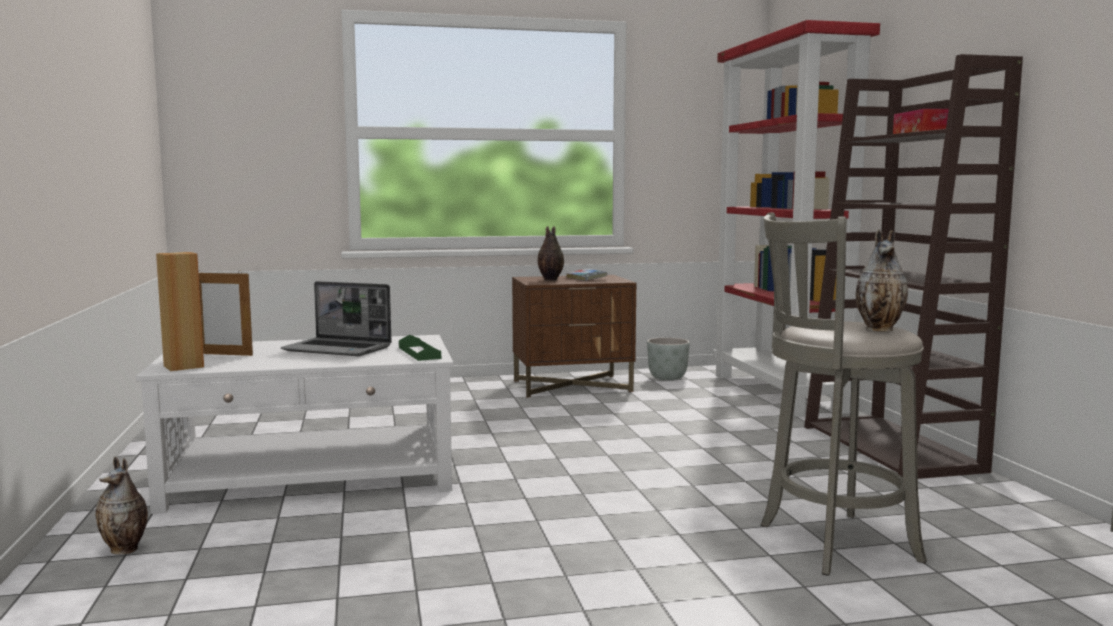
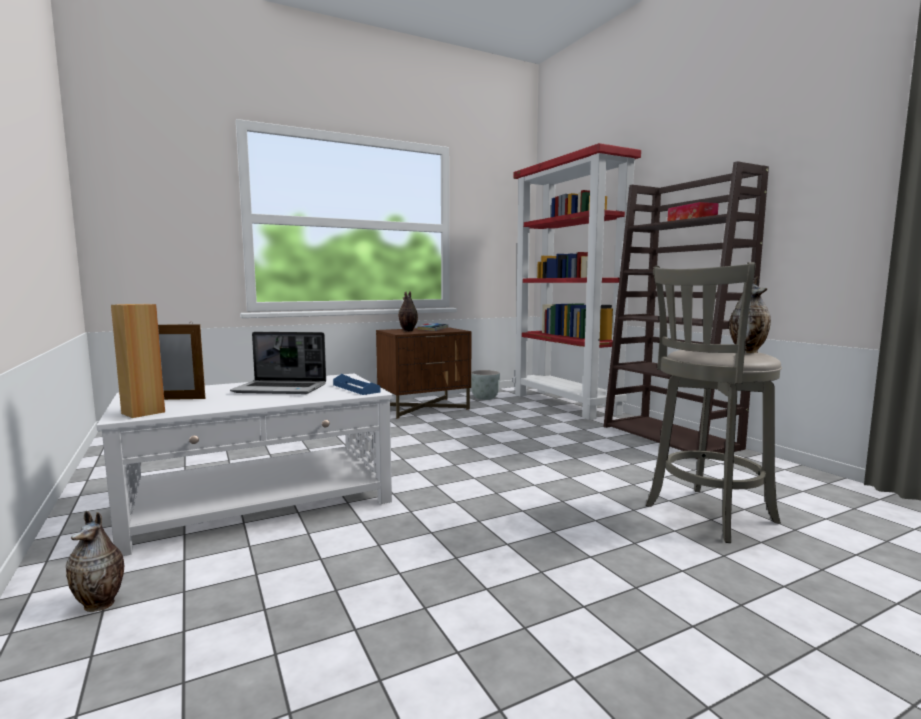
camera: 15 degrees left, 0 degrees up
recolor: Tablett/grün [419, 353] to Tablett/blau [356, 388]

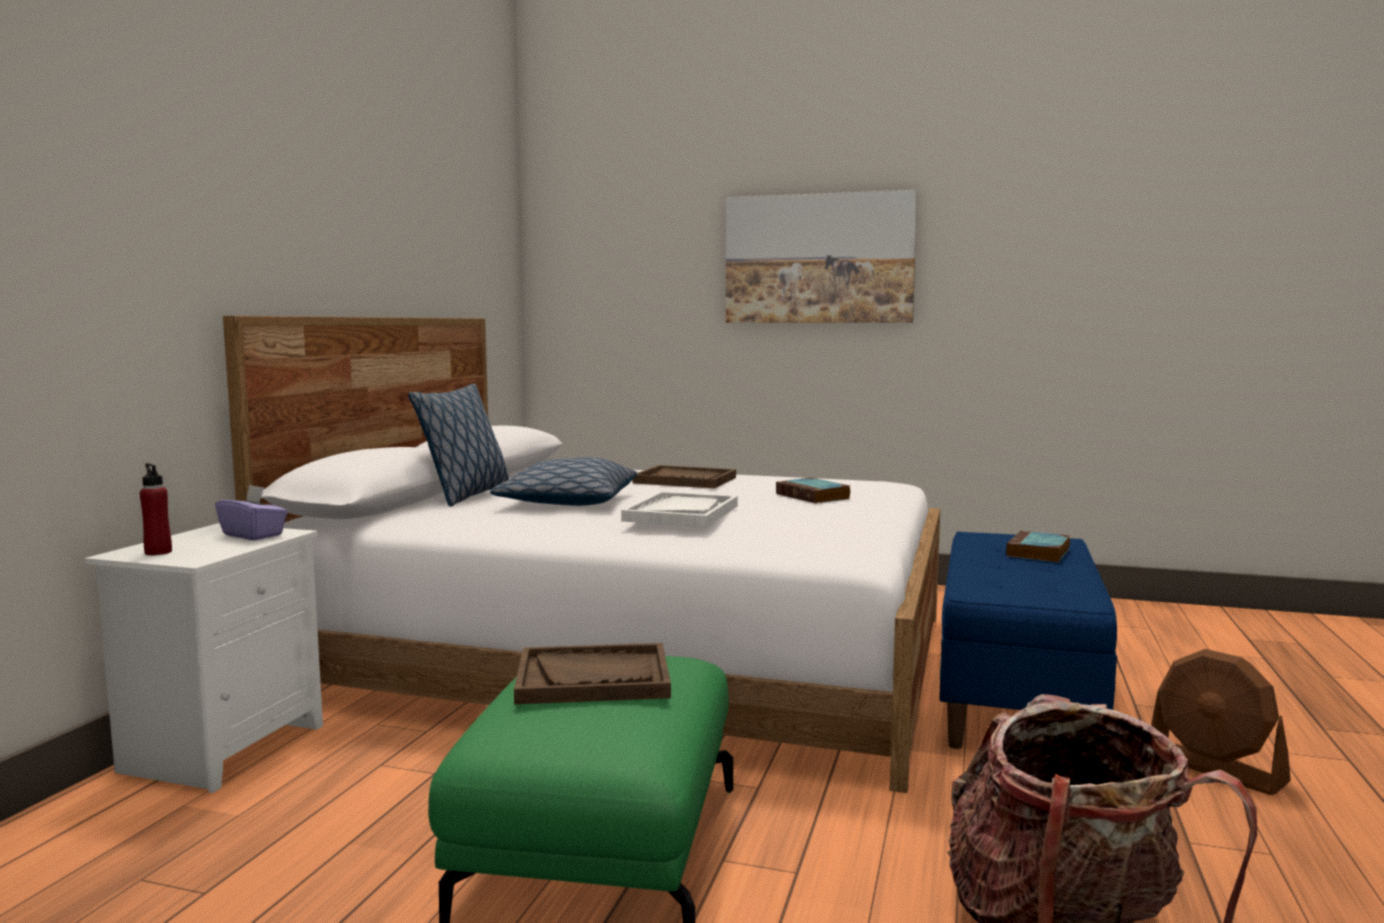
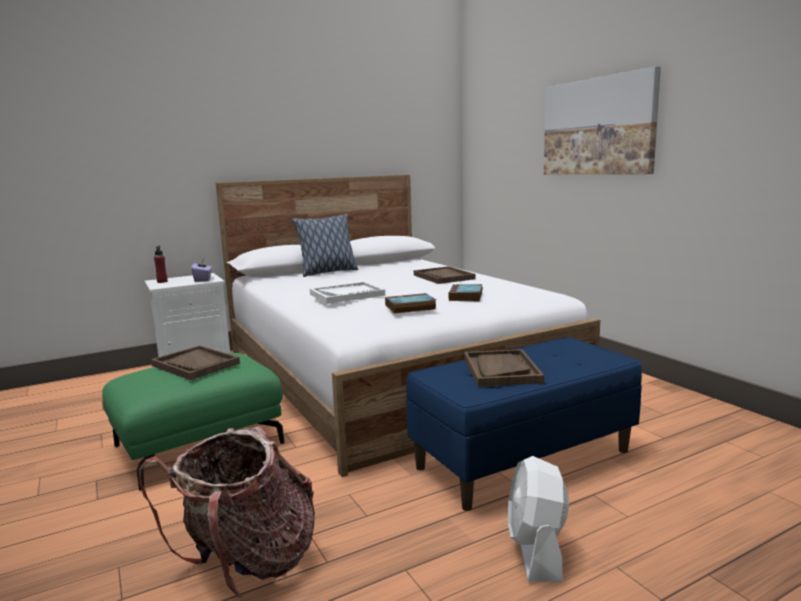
camera: 45 degrees right, 5 degrees up
delete: Kissen [567, 502]
insert: Tablett/braun [501, 370]
move: Buch [1038, 553] to [409, 307]
recolor: Ventilator/braun [1215, 768] to Ventilator/weiß [536, 550]

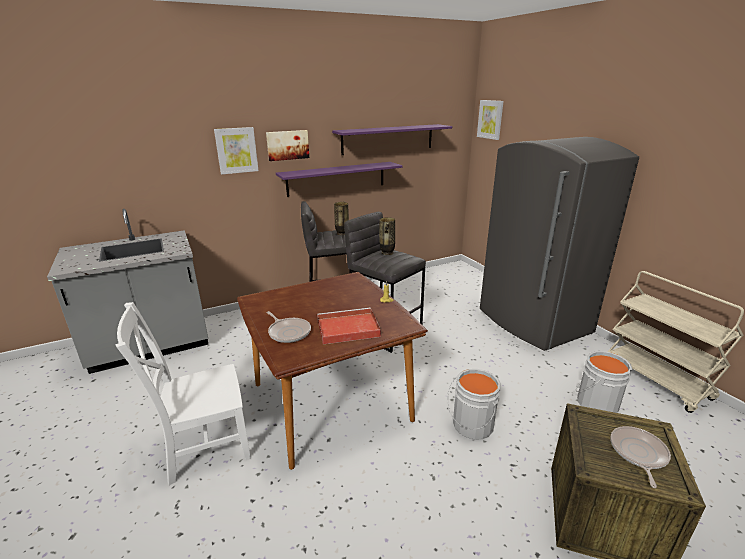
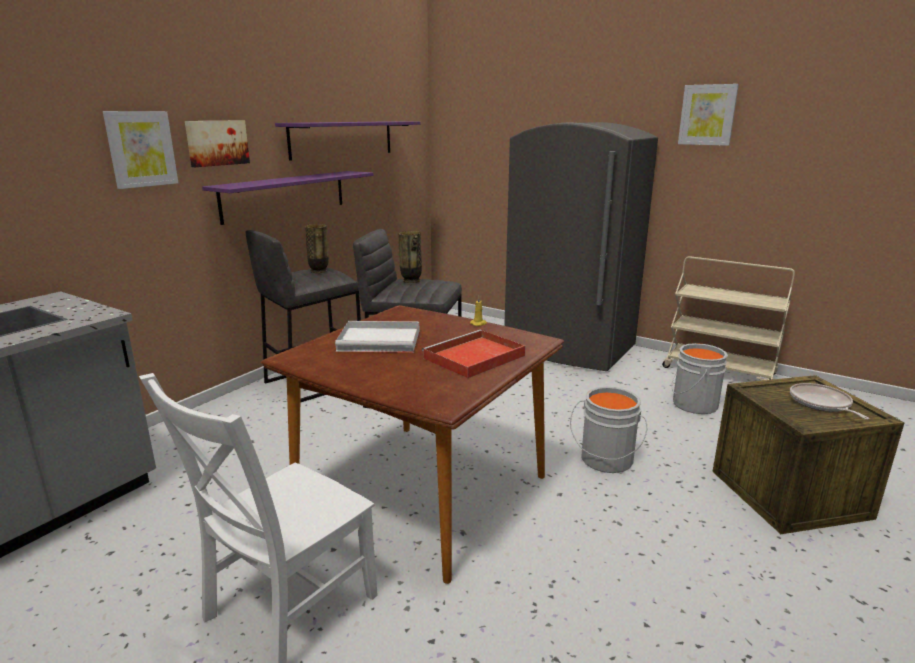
camera: 30 degrees left, 5 degrees down
delete: Pfanne [288, 332]
insert: Tablett/weiß [381, 340]
move: Bild [490, 119] to [707, 115]

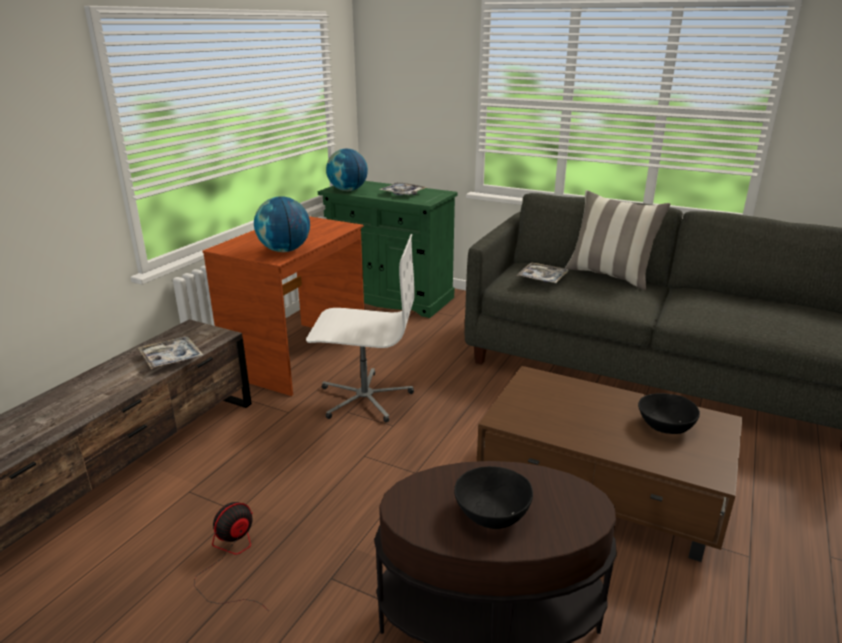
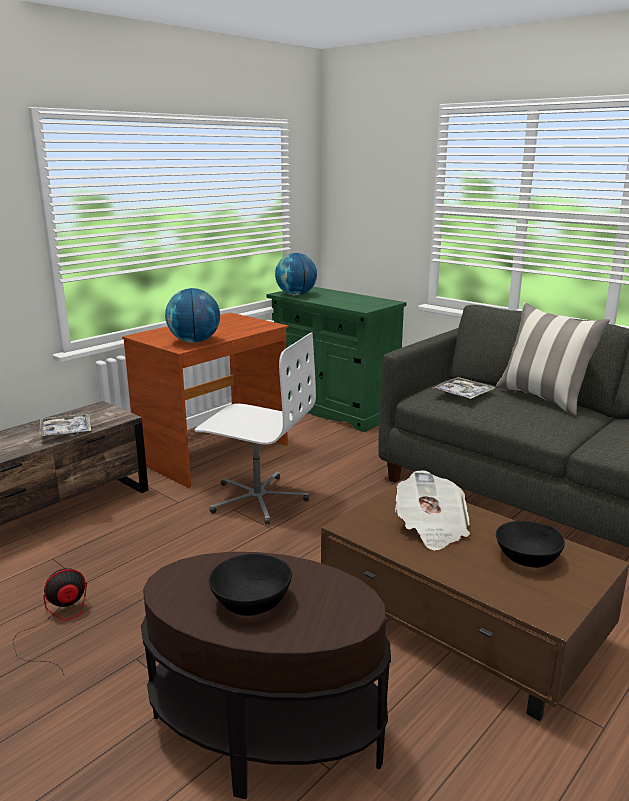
camera: 15 degrees right, 5 degrees down
delete: Tablett [403, 193]
insert: Zeitung [431, 528]

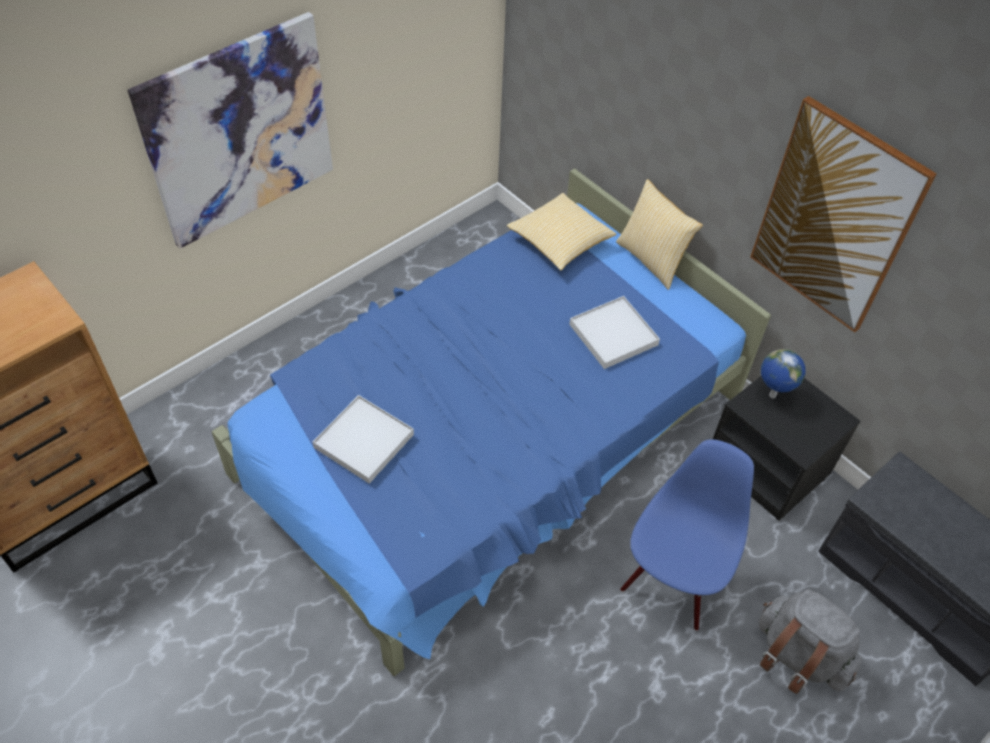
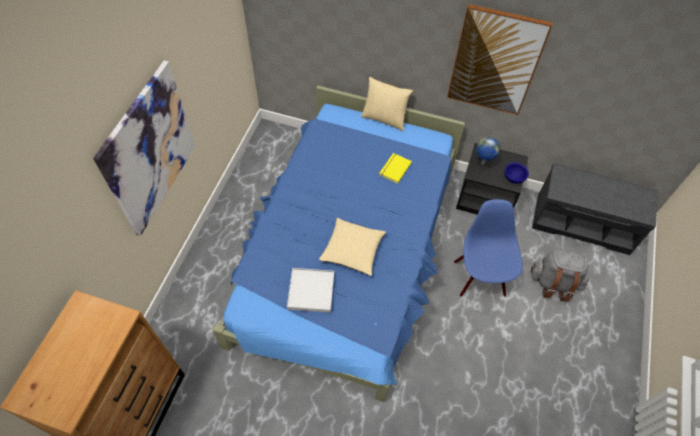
camera: 30 degrees left, 5 degrees up
insert: Schüssel/blau [513, 178]
move: Kissen [559, 241] to [352, 251]
replace: Tablett/weiß [613, 334] to Buch/gelb [394, 168]

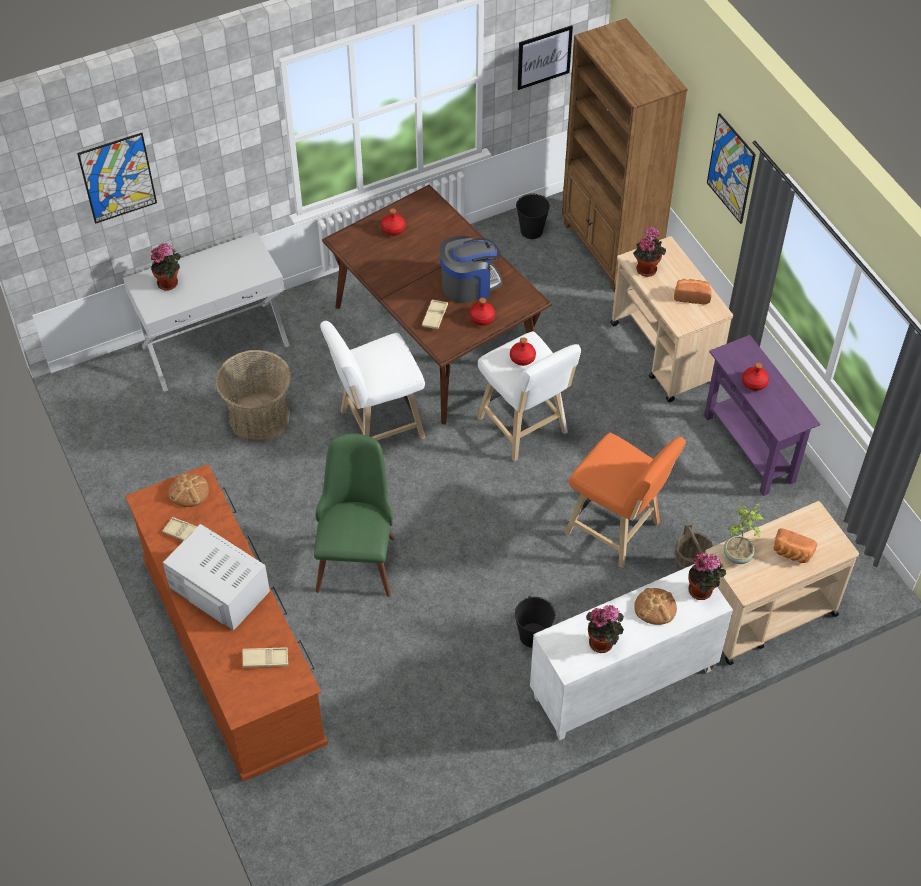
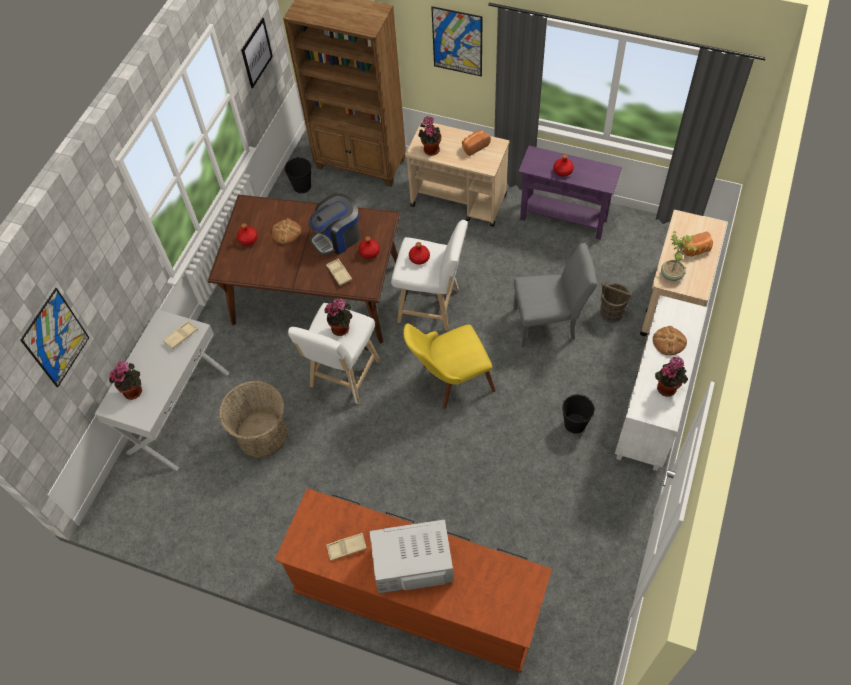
camera: 40 degrees left, 5 degrees up
delete: Stuhl/grün [357, 553]
insert: Stuhl/gelb [449, 381]
move: Tablett/beige [265, 659] to [181, 336]; Brot [188, 491] to [286, 232]; Topfpflanze [702, 591] to [342, 328]
replace: Hocker/orange [617, 531] to Stuhl/grau [549, 323]
rotate: Kaffeemaschine [469, 284] = [337, 237] 150 degrees counterclockwise

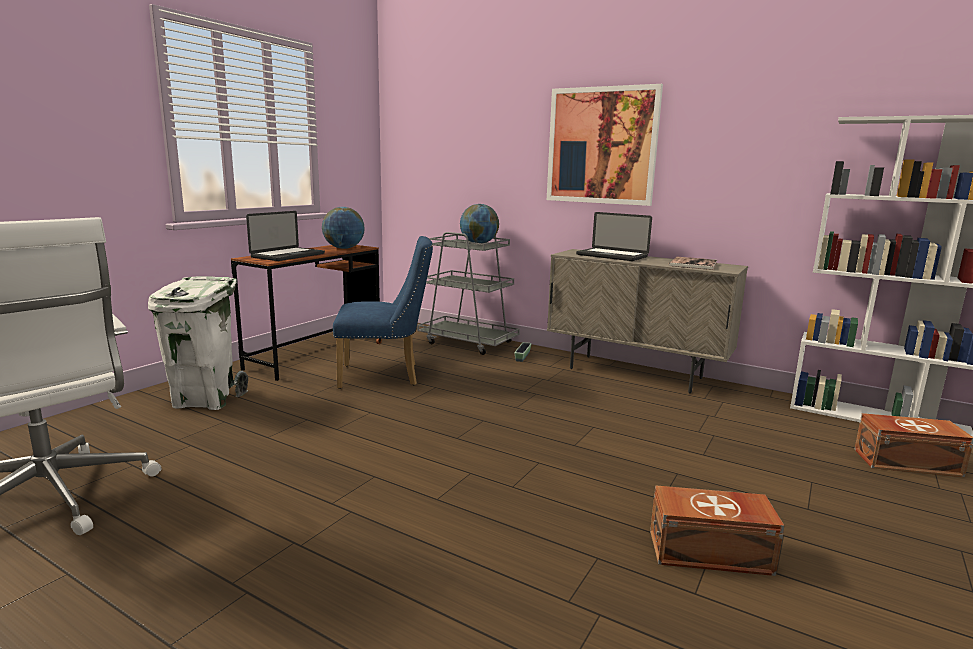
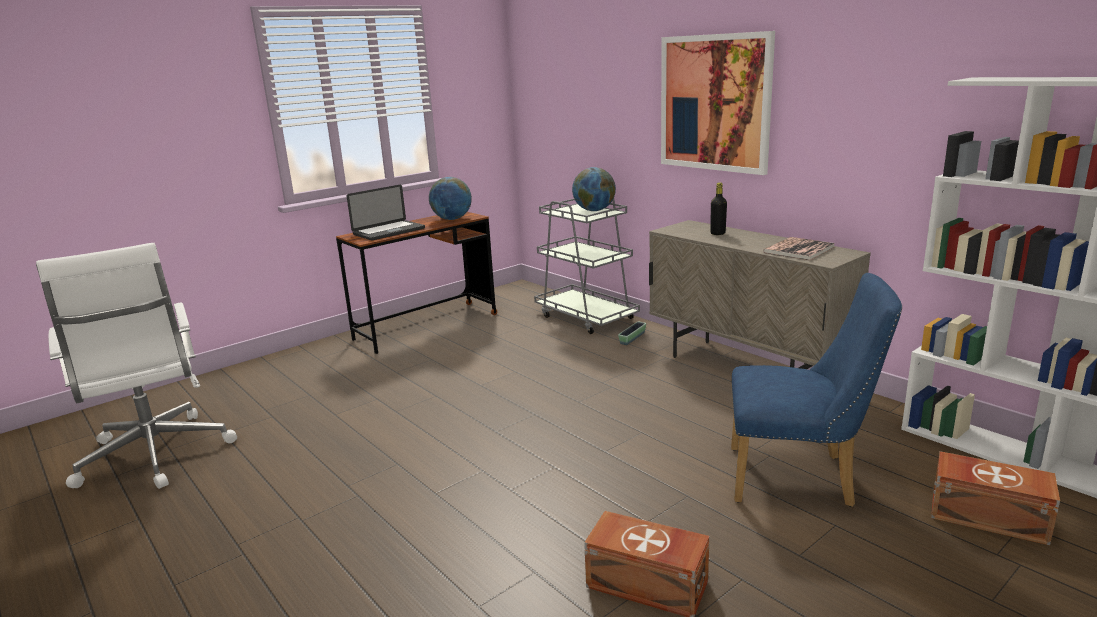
camera: 20 degrees right, 5 degrees up
delete: Mülleimer/weiß [206, 400]
move: Stuhl/blau [386, 376] to [799, 479]
replace: Laptop [611, 256] to Flasche/schwarz [717, 233]

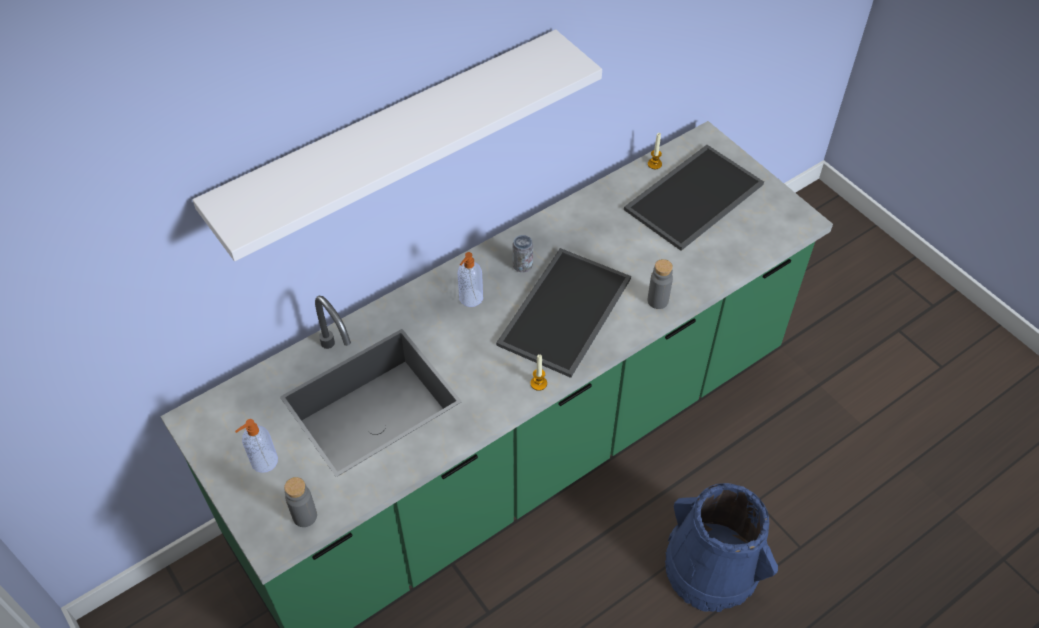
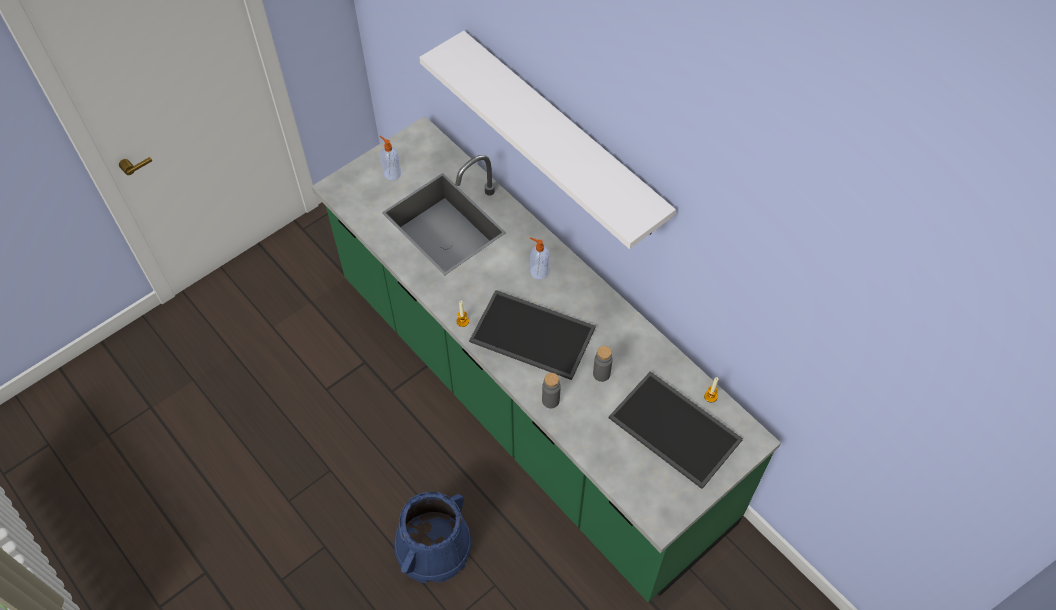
camera: 85 degrees right, 5 degrees up
delete: Dose [522, 265]
move: Flasche/grau [305, 516] to [601, 374]

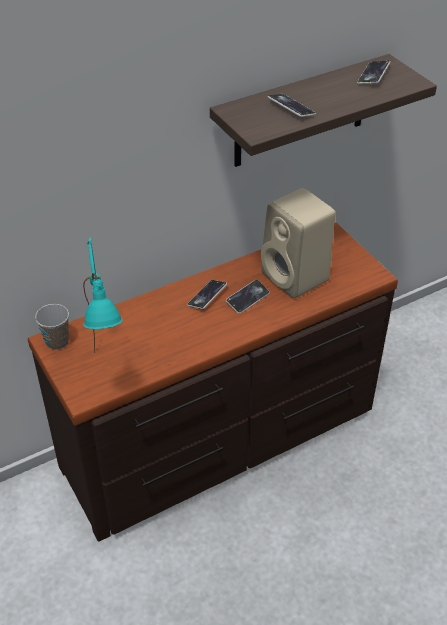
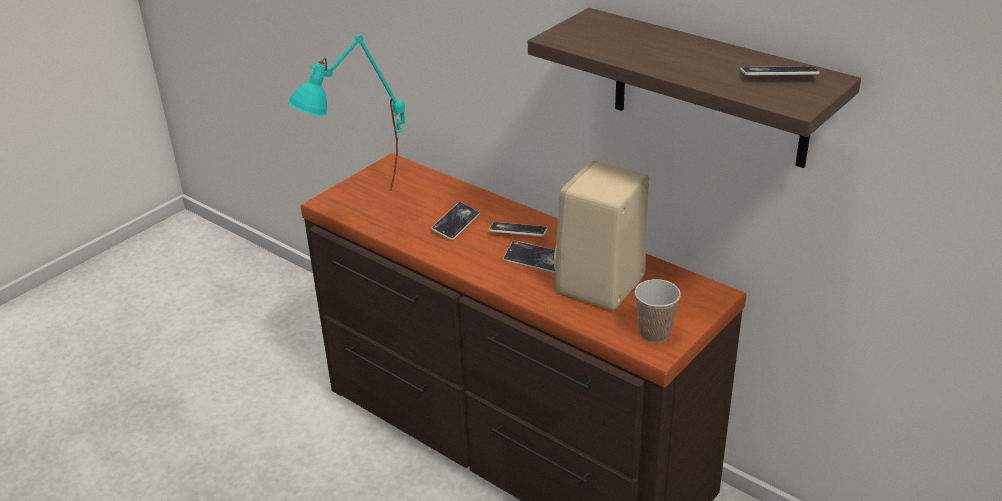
camera: 70 degrees right, 10 degrees down
move: Handy [291, 108] to [456, 224]; Tasse [57, 342] to [654, 333]

